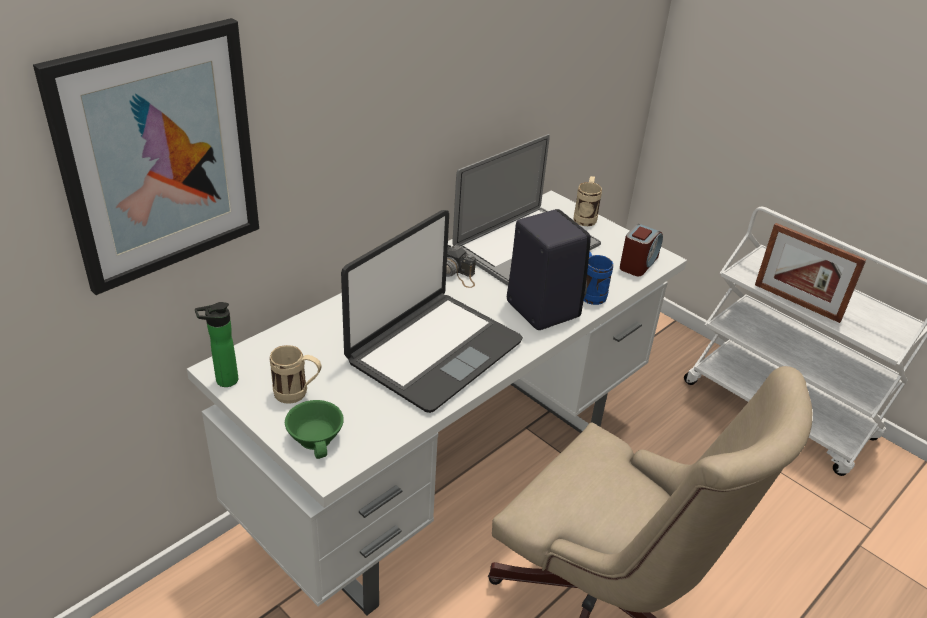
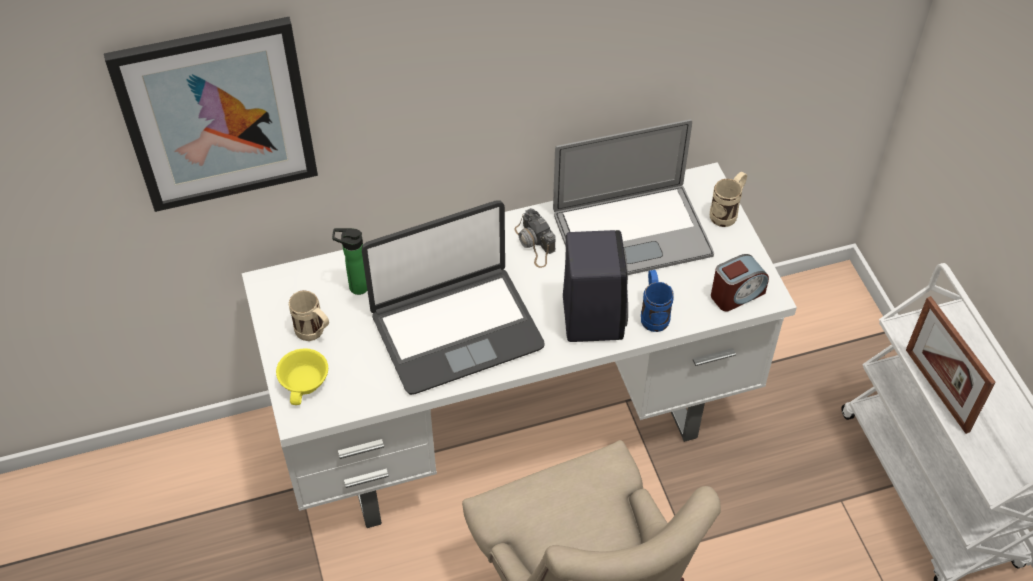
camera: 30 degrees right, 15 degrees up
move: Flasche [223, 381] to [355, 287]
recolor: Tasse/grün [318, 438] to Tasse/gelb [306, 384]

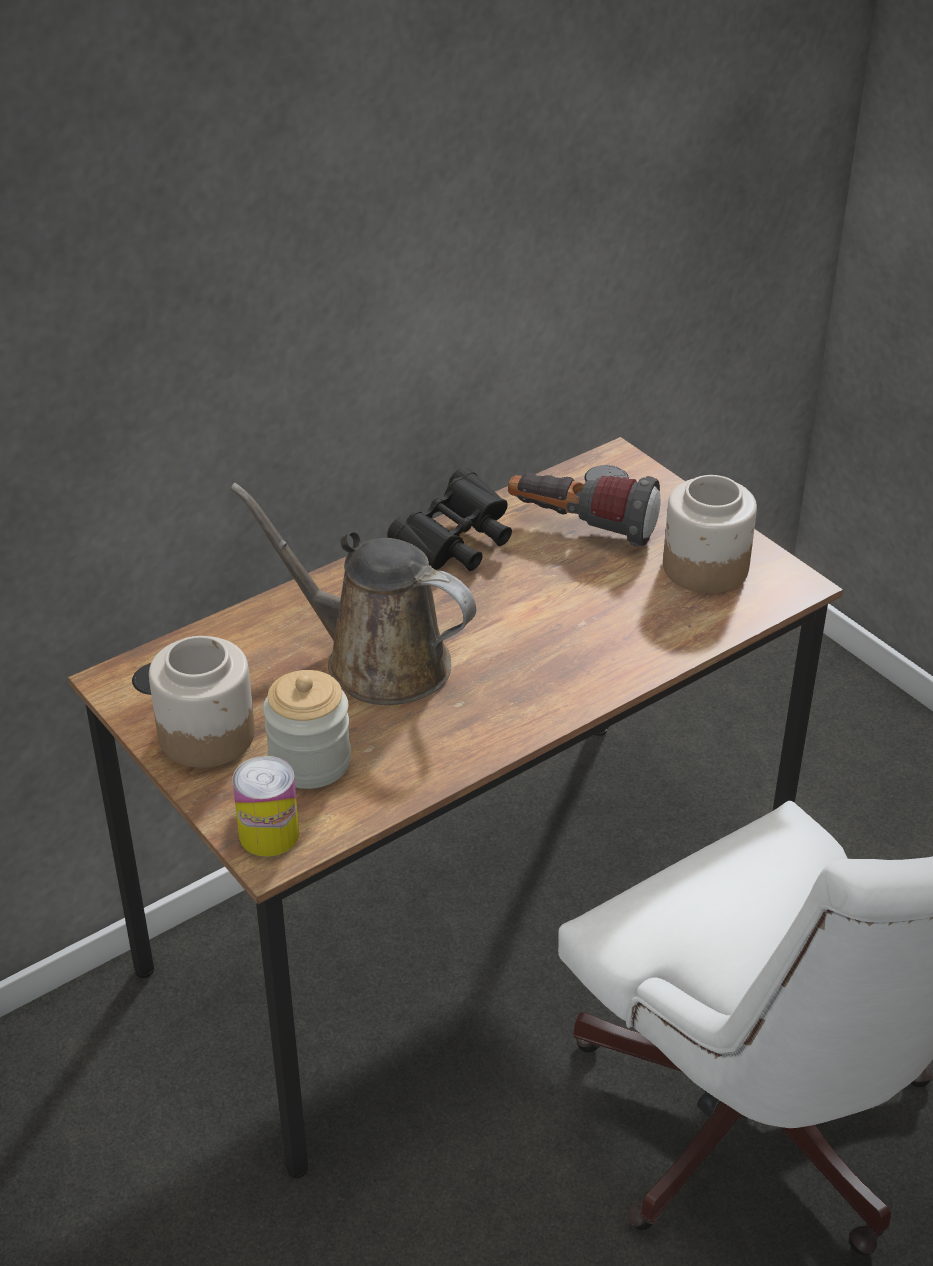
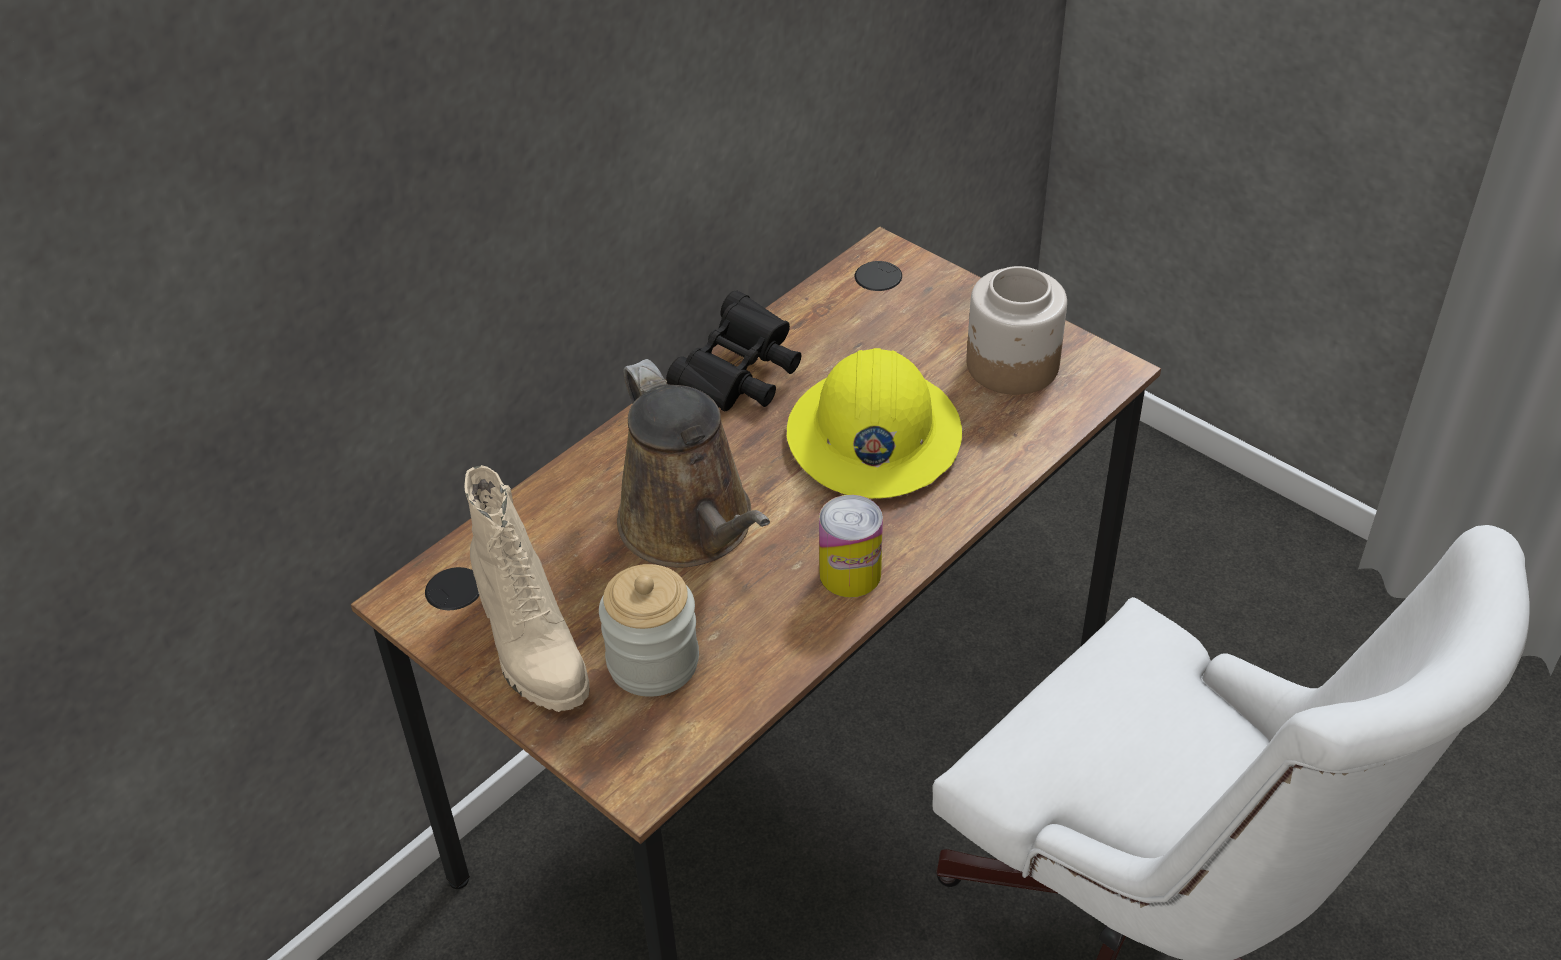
camera: 10 degrees left, 5 degrees up
delete: Taschenlampe [581, 527]
insert: Schutzhelm/gelb [873, 436]
move: Dose [269, 834] to [850, 574]
replace: Vorratsglas [207, 734] to Stiefel/beige [529, 648]
rotate: Gießkanne/braun [376, 660] = [692, 528] 135 degrees counterclockwise

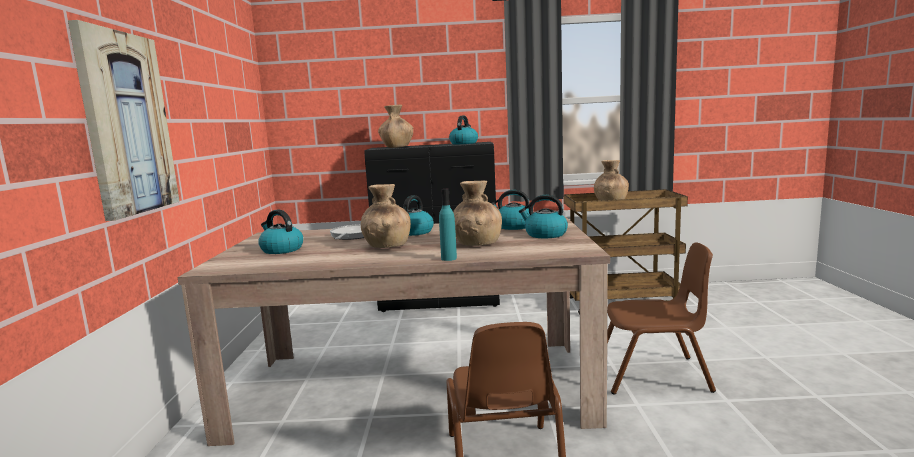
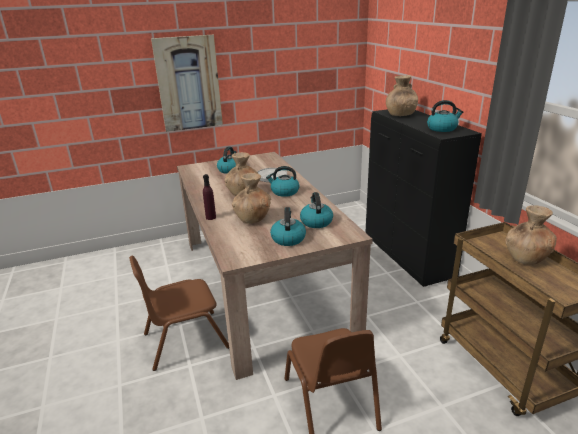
camera: 70 degrees right, 15 degrees up
recolor: Flasche/türkis [449, 258] to Flasche/lila [211, 217]

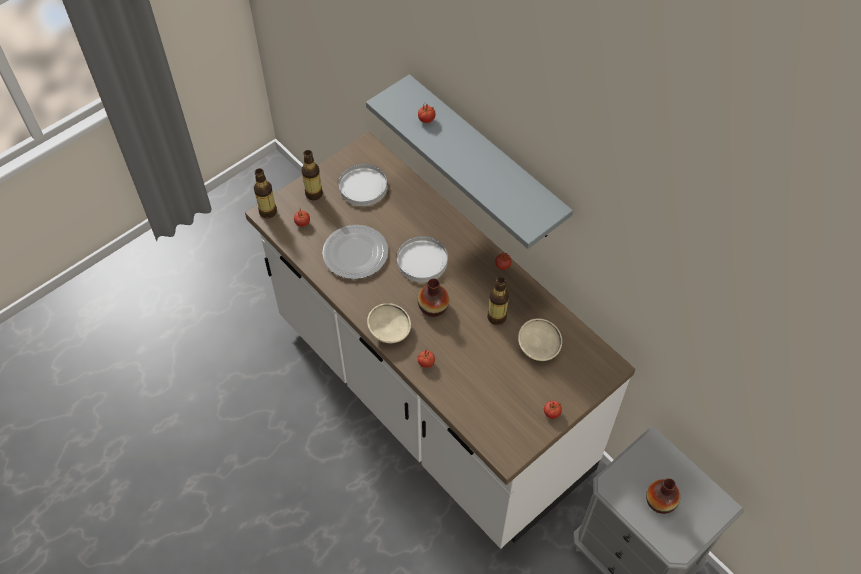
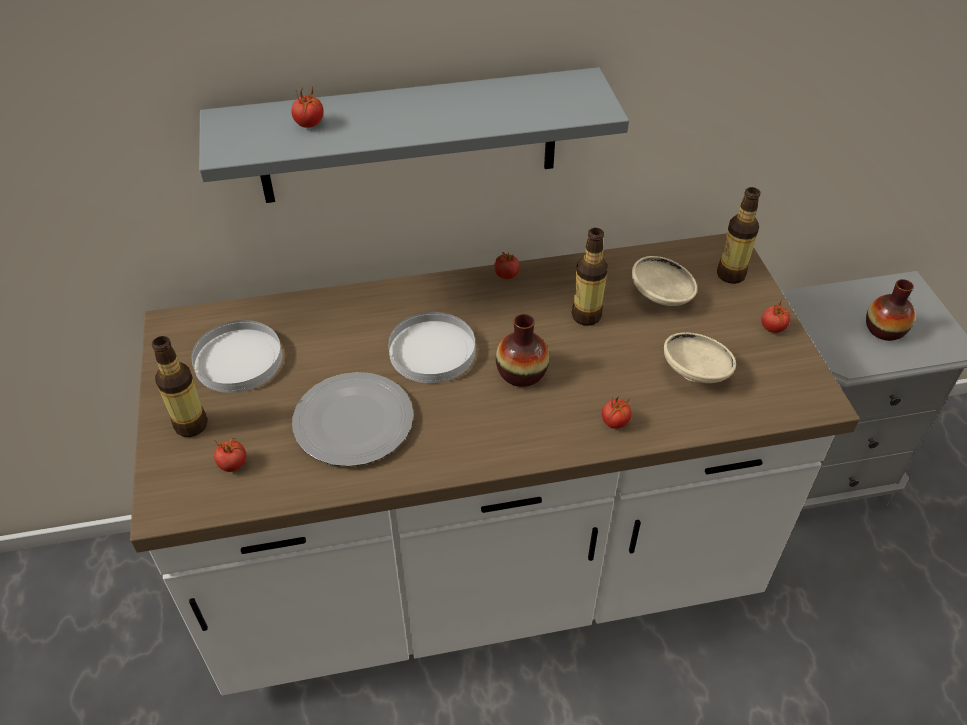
camera: 60 degrees left, 10 degrees down
move: Schüssel/beige [390, 331] to [696, 372]; Flasche [268, 212] to [730, 275]

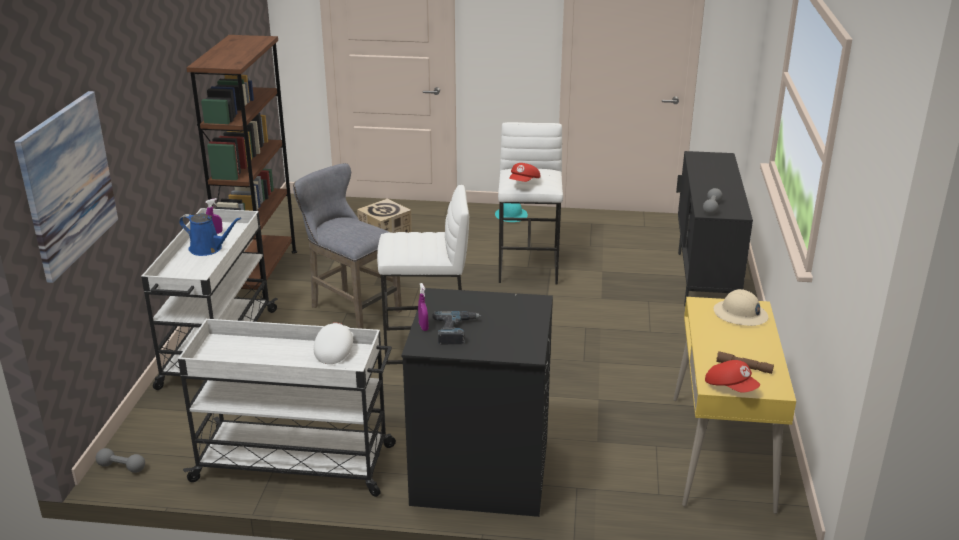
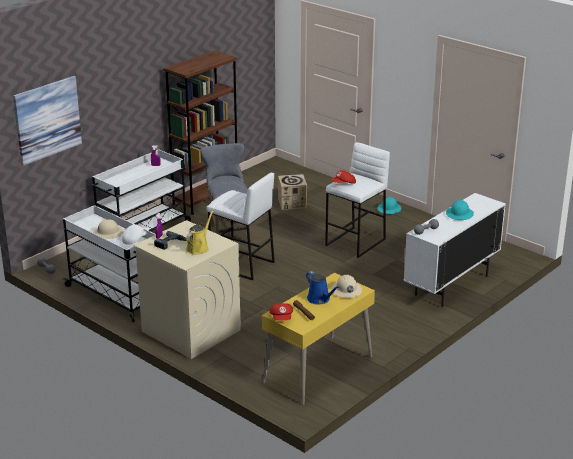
camera: 35 degrees right, 0 degrees up
insert: Schutzhelm/beige [108, 233]; Gießkanne/gelb [198, 248]; Schutzhelm/türkis [459, 214]
move: Gießkanne/blau [208, 249] to [320, 299]
recolor: Waschmaschine/schwarz [479, 471] to Waschmaschine/beige [190, 330]; Schrank/schwarz [704, 280] to Schrank/weiß [451, 286]

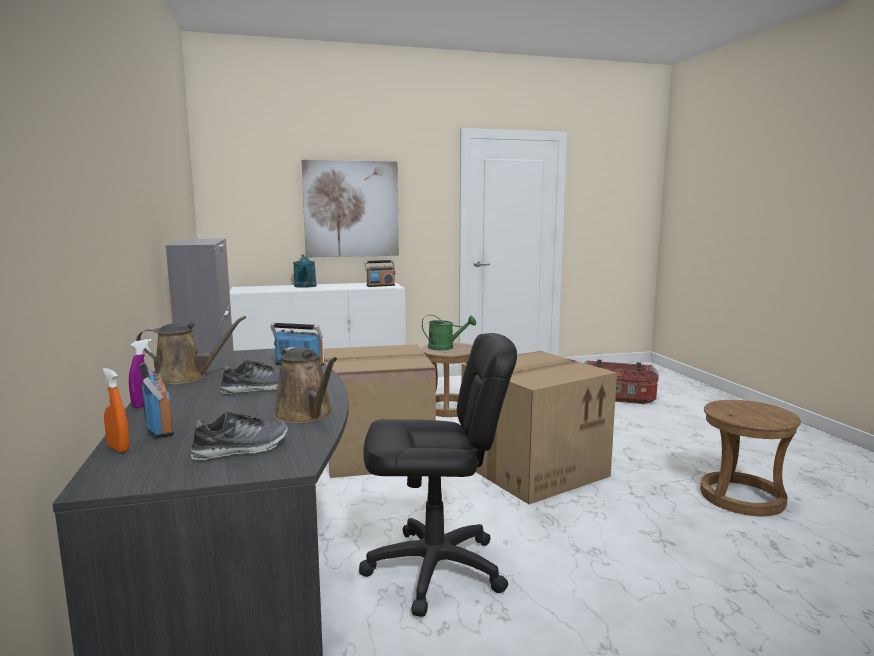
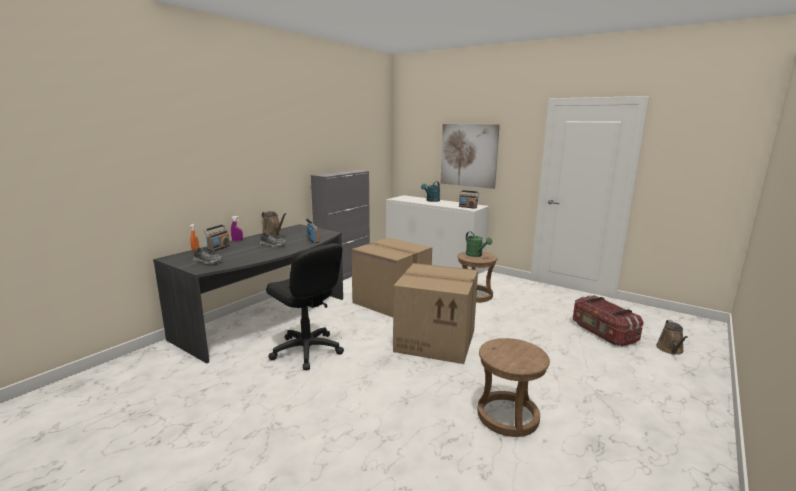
camera: 50 degrees right, 5 degrees up
move: Gießkanne/braun [306, 415] to [670, 350]

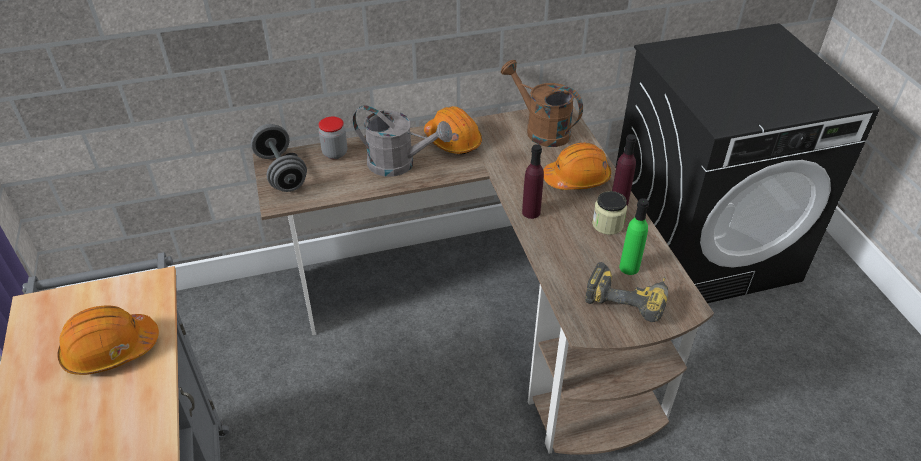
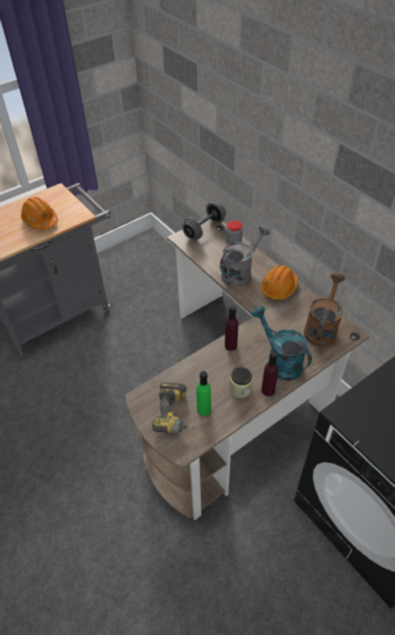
camera: 70 degrees right, 5 degrees up
replace: Schutzhelm/orange [577, 178] to Gießkanne/türkis [279, 361]
rotate: Gießkanne/grau [399, 164] = [240, 272] 135 degrees counterclockwise

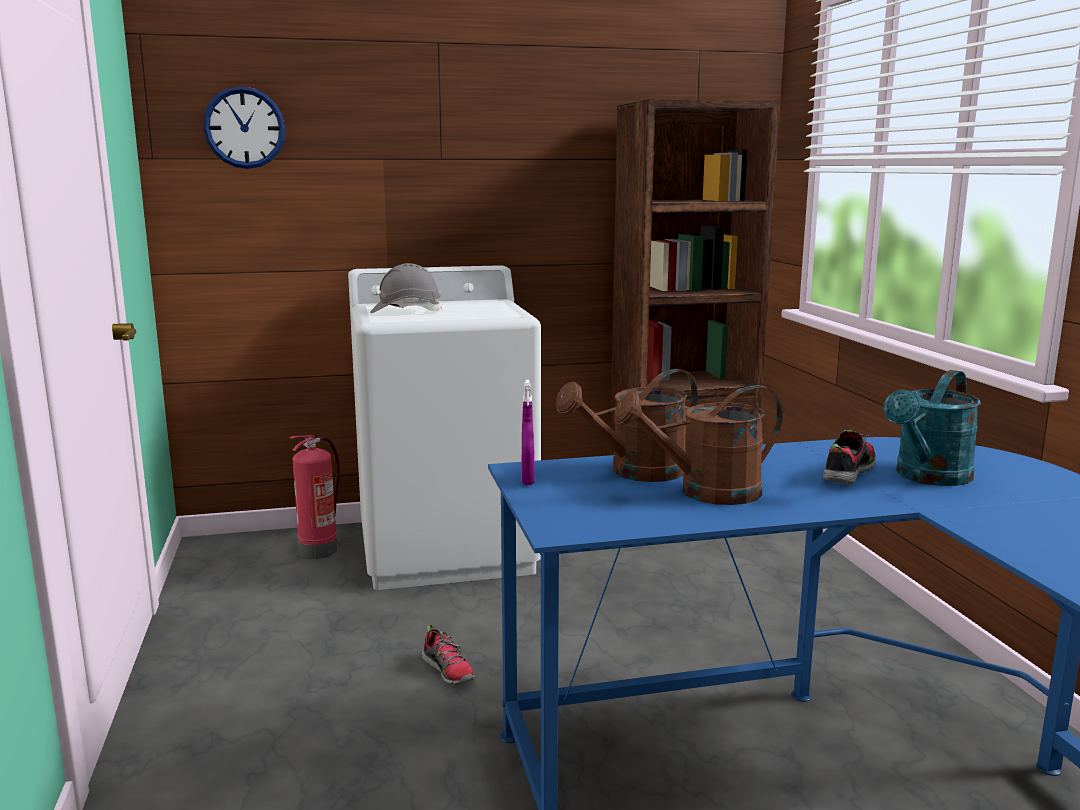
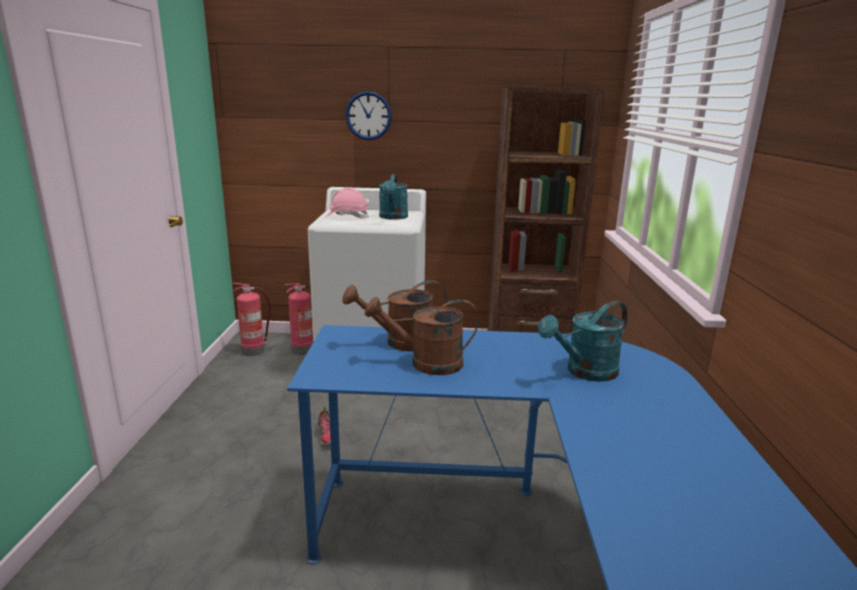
camera: 15 degrees right, 5 degrees up
delete: Sprühflasche/lila [527, 480]; Schuh [847, 472]
insert: Feuerlöscher [254, 351]; Gießkanne/türkis [393, 217]
move: Wanduhr [244, 128] to [368, 115]
recolor: Schutzhelm/grau [405, 311] to Schutzhelm/rosa [347, 217]

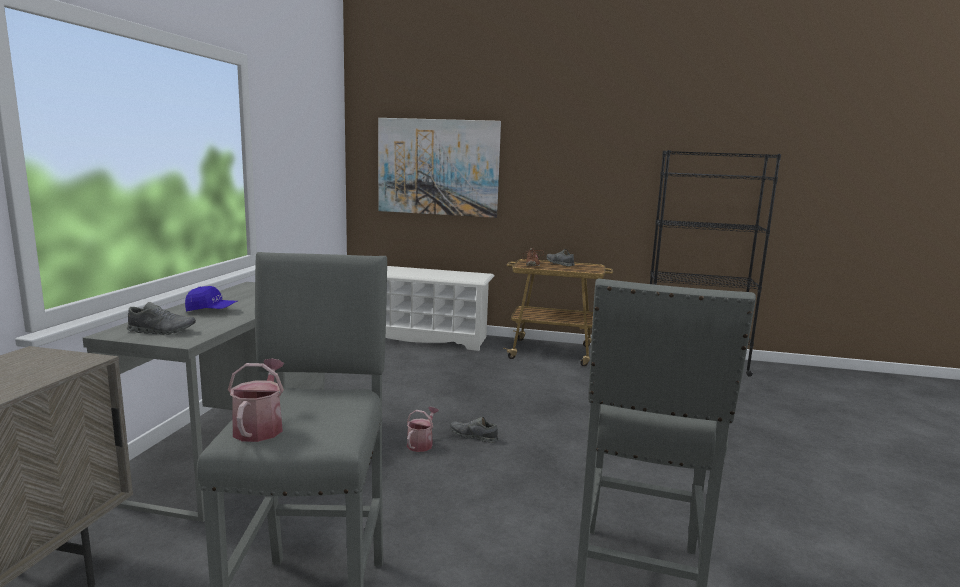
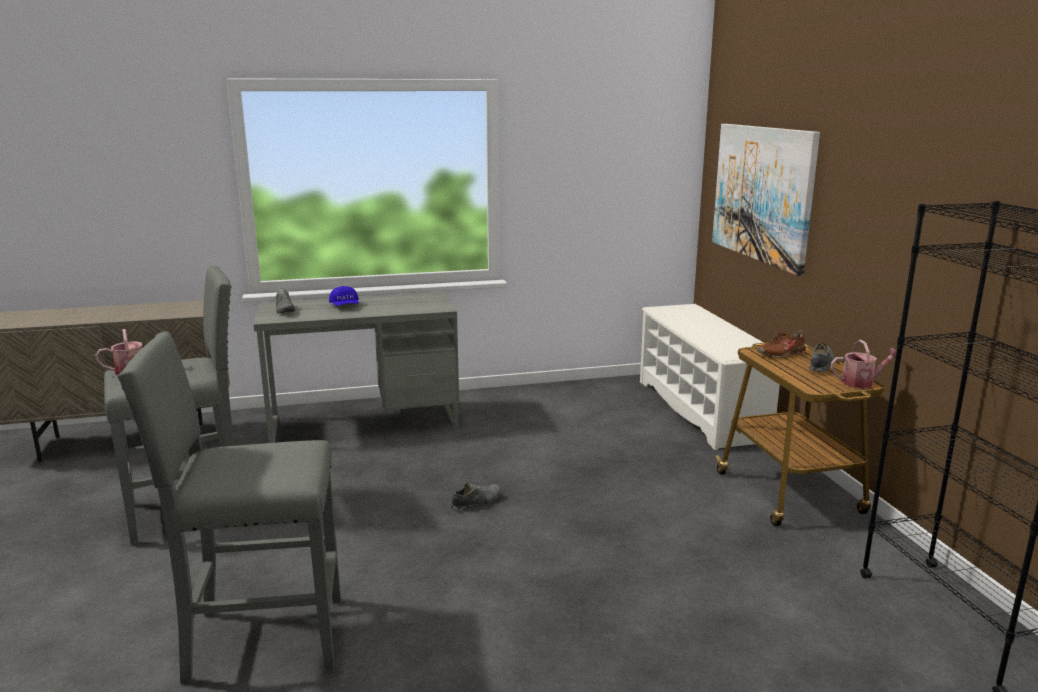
camera: 65 degrees right, 5 degrees up
move: Gießkanne [421, 443] to [861, 382]
rotate: Schuh/grau [473, 436] = [476, 503] 60 degrees clockwise

